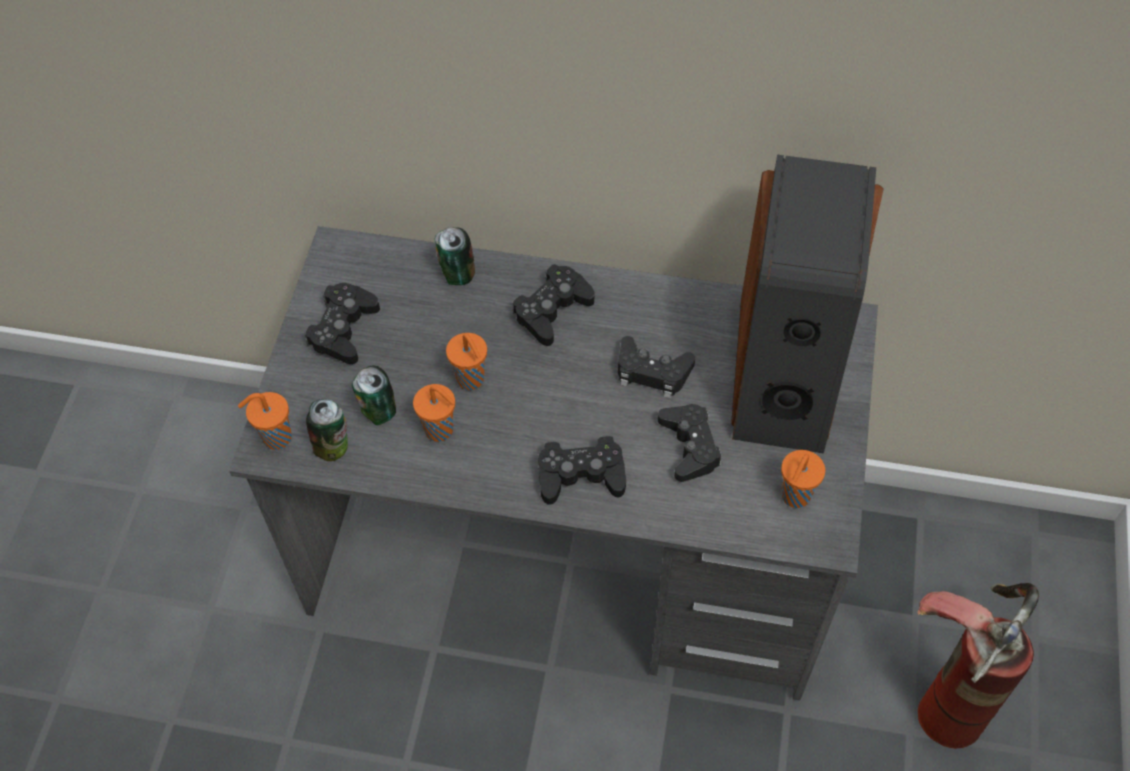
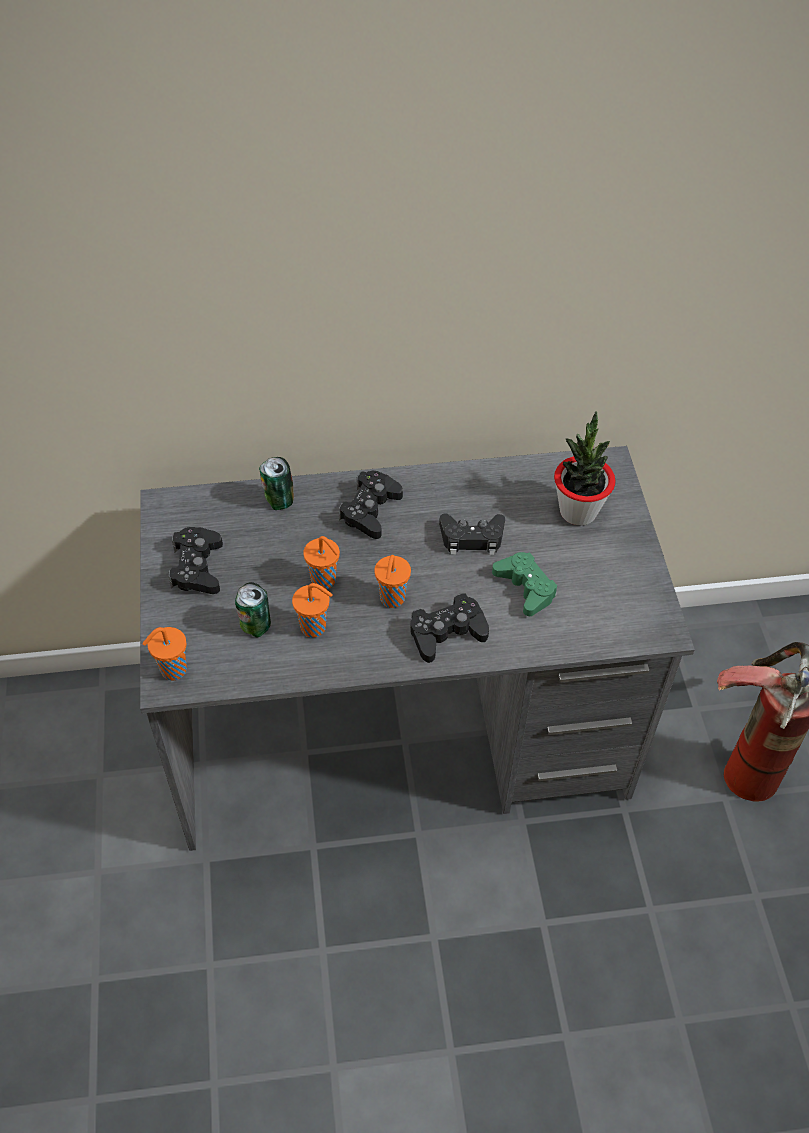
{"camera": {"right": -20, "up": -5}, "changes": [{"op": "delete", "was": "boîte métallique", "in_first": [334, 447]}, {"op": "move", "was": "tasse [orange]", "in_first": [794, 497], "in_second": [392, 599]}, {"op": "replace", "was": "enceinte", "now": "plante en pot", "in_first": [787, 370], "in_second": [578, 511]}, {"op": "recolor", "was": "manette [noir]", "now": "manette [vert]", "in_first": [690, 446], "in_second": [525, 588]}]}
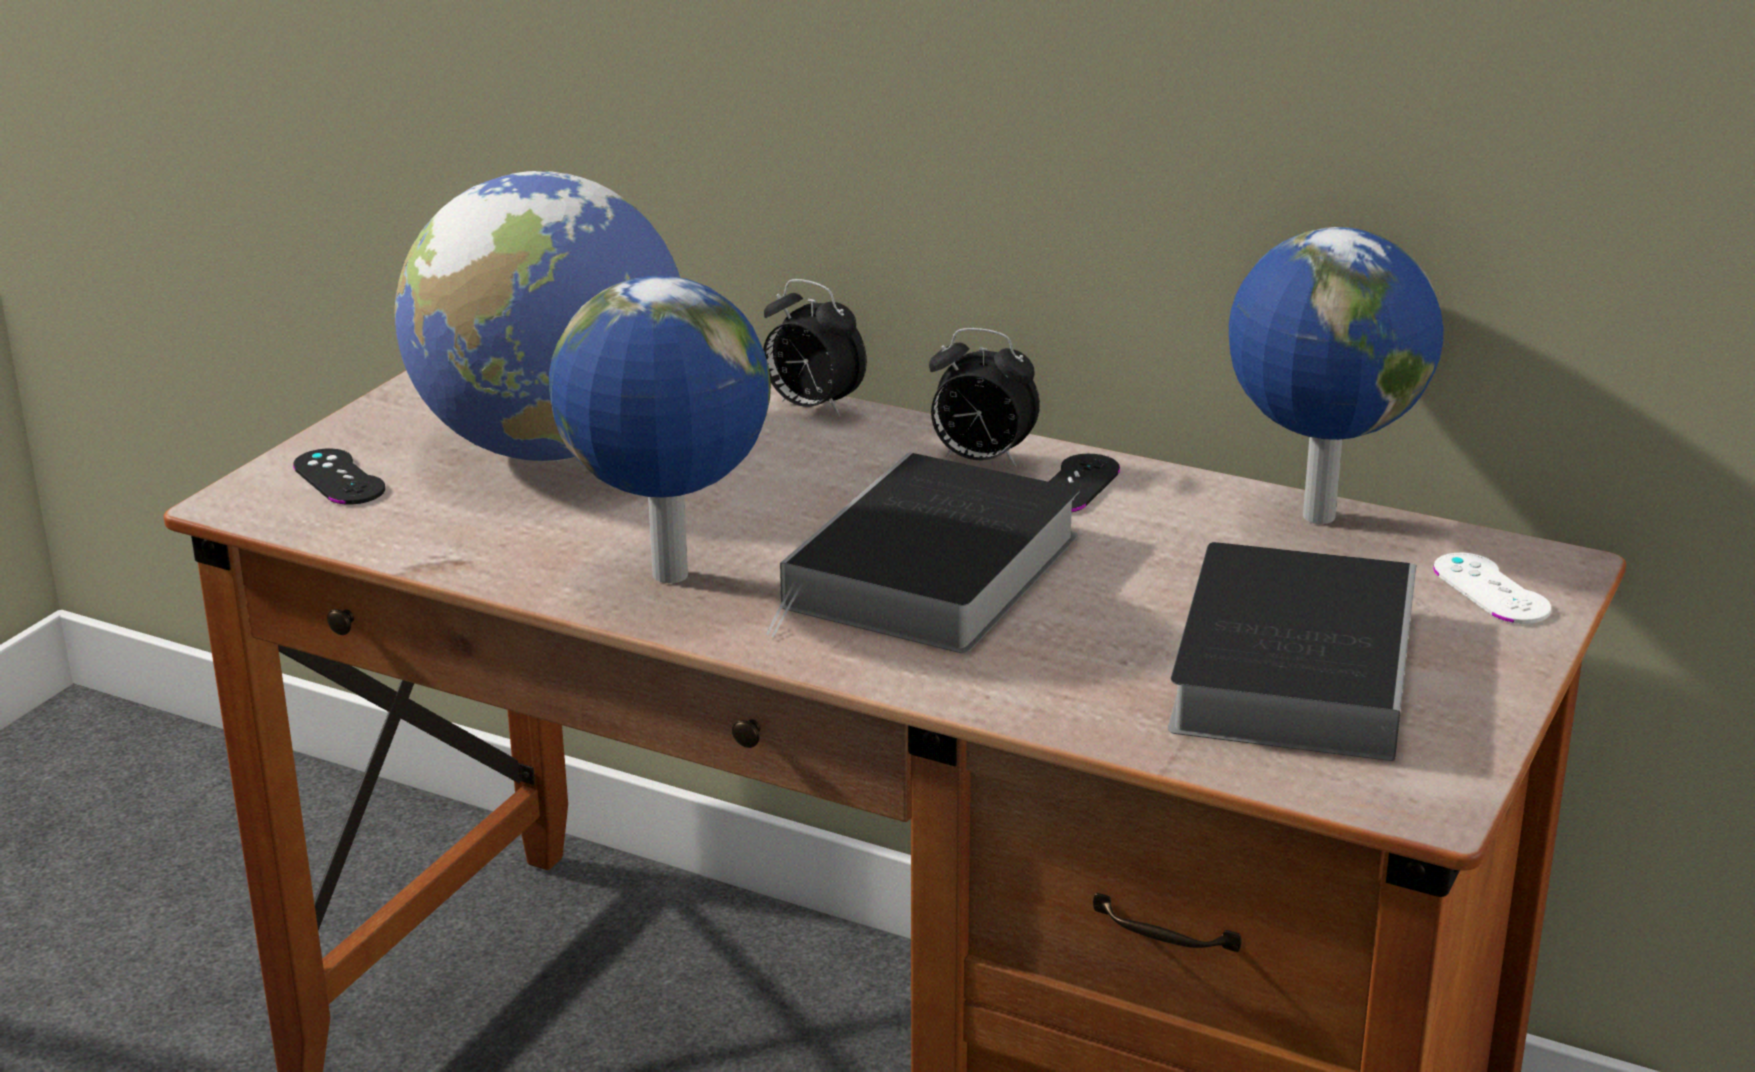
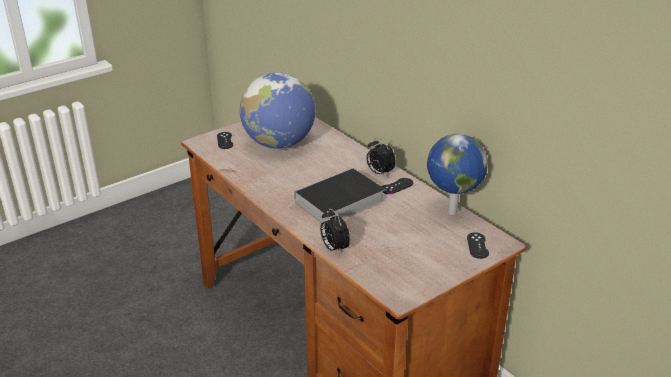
{"camera": {"right": 25, "up": 5}, "changes": [{"op": "delete", "was": "globe", "in_first": [669, 577]}, {"op": "delete", "was": "livre", "in_first": [1293, 663]}, {"op": "move", "was": "réveil", "in_first": [812, 407], "in_second": [334, 248]}, {"op": "recolor", "was": "manette [blanc]", "now": "manette [noir]", "in_first": [1491, 589], "in_second": [477, 245]}]}
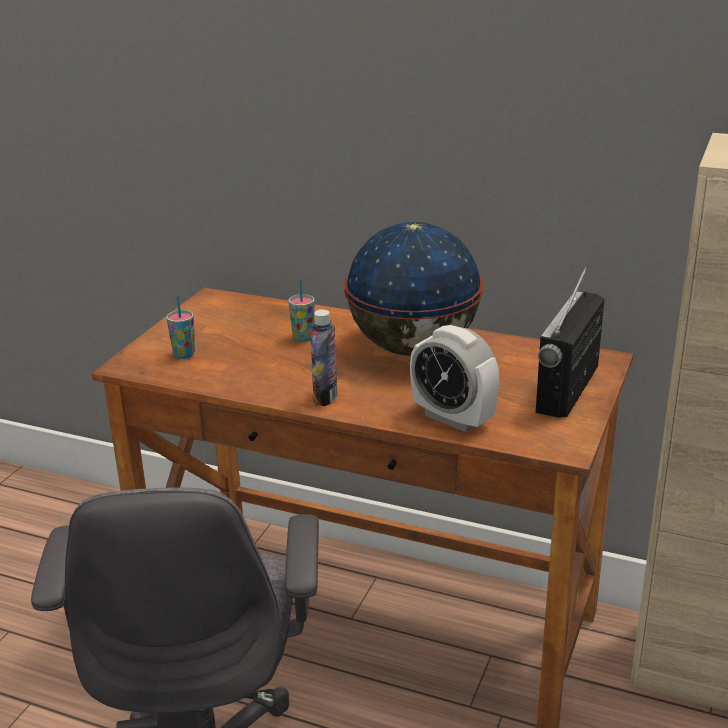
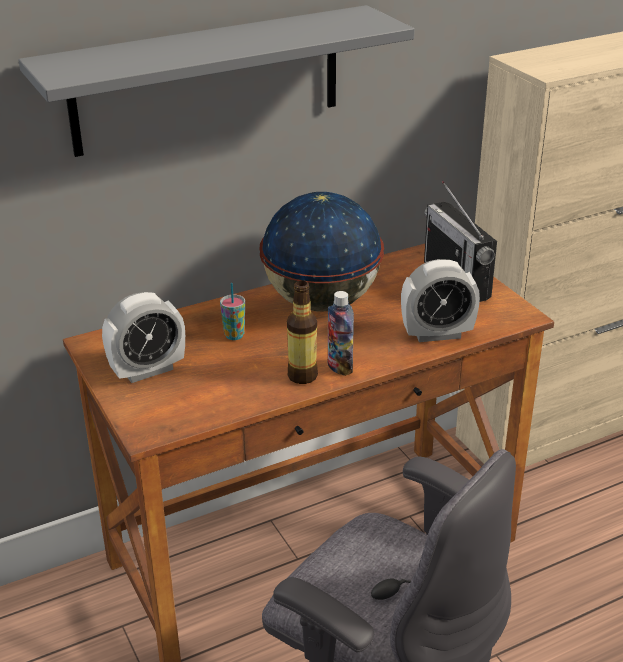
{"camera": {"right": -50, "up": 5}, "changes": [{"op": "delete", "was": "tasse", "in_first": [184, 355]}, {"op": "insert", "now": "étagère [gris]", "in_second": [207, 80]}, {"op": "insert", "now": "réveil", "in_second": [148, 370]}, {"op": "insert", "now": "bouteille", "in_second": [302, 376]}]}
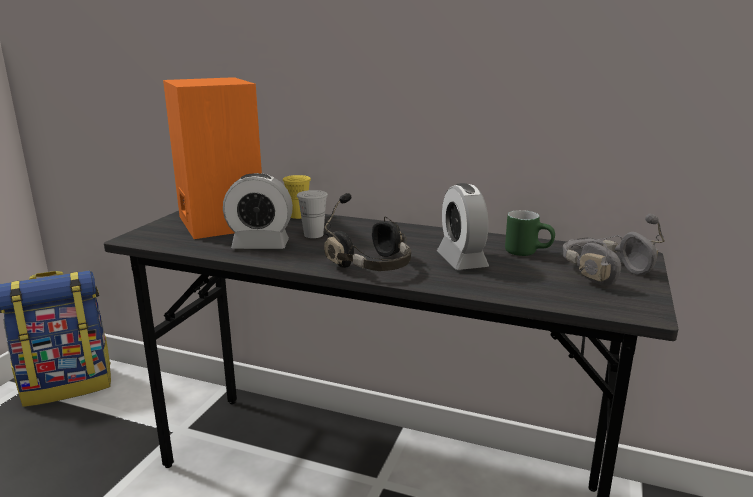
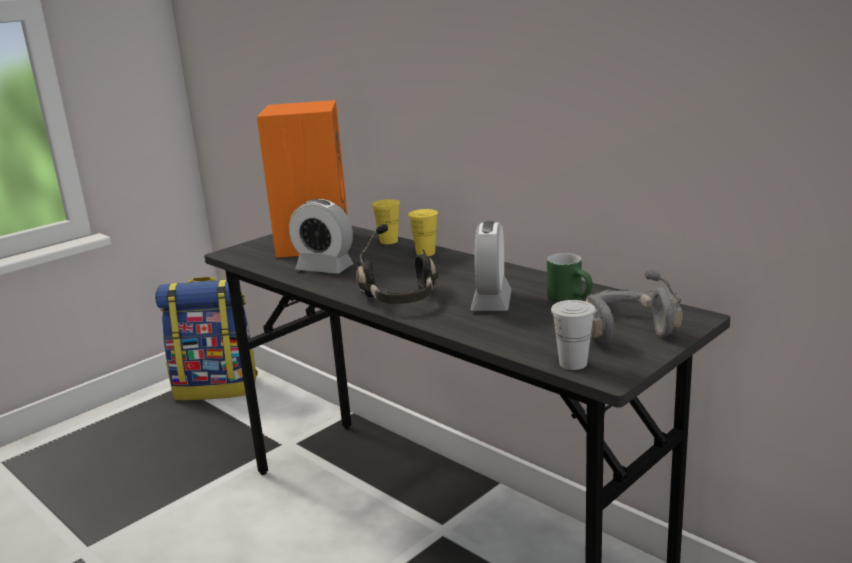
{"camera": {"right": 25, "up": 0}, "changes": [{"op": "insert", "now": "tasse [jaune]", "in_second": [425, 253]}, {"op": "move", "was": "tasse [blanc]", "in_first": [313, 235], "in_second": [573, 363]}]}
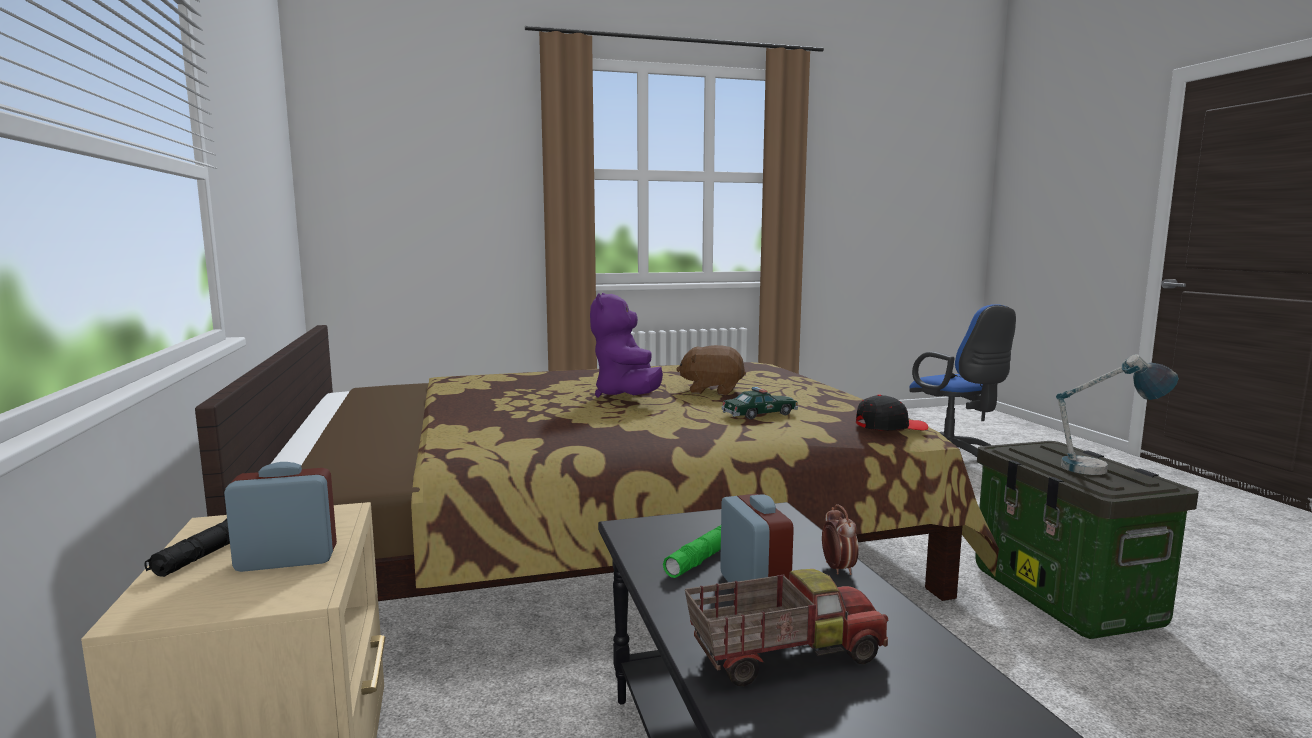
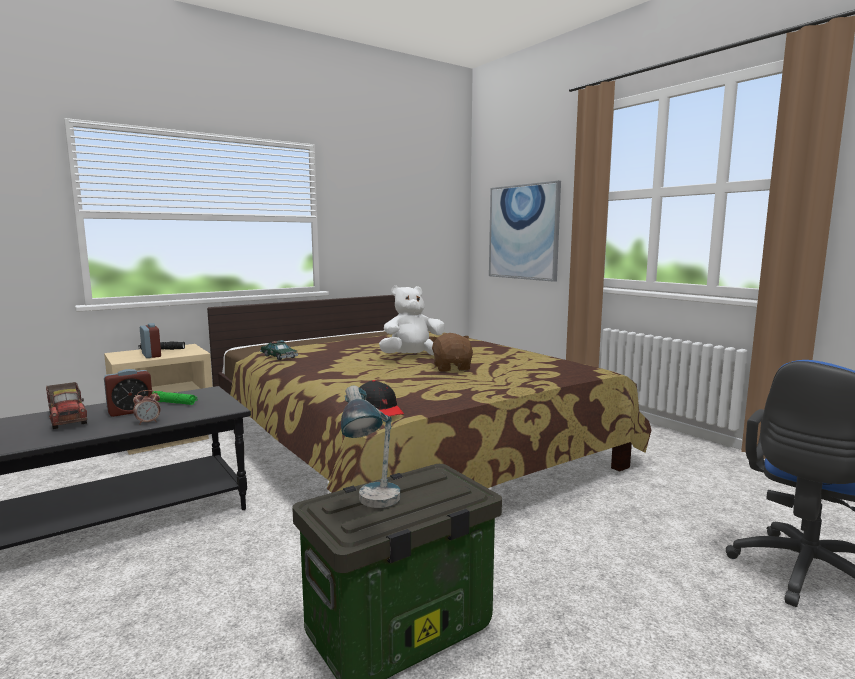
{"camera": {"right": 70, "up": 0}, "changes": [{"op": "insert", "now": "tableau", "in_second": [523, 232]}, {"op": "move", "was": "petite voiture", "in_first": [759, 414], "in_second": [279, 357]}, {"op": "recolor", "was": "peluche [violet]", "now": "peluche [blanc]", "in_first": [628, 396], "in_second": [412, 357]}]}
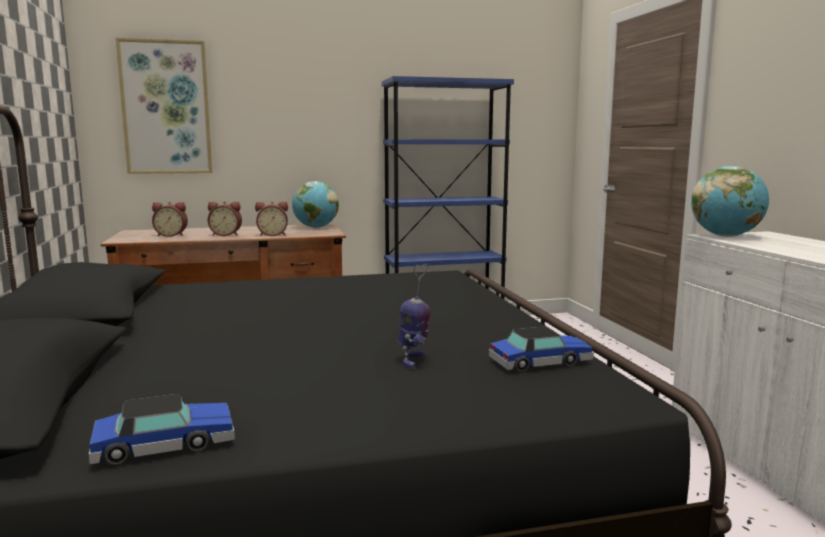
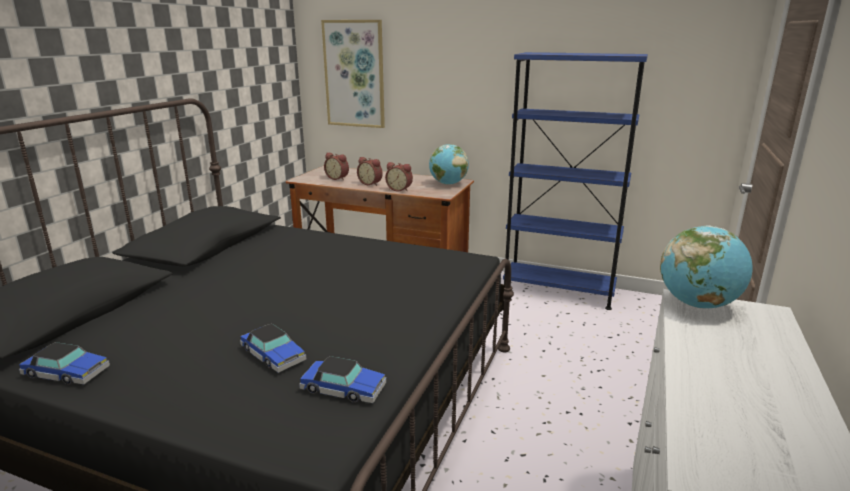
{"camera": {"right": 35, "up": 10}, "changes": [{"op": "replace", "was": "robot jouet", "now": "petite voiture", "in_first": [413, 361], "in_second": [273, 355]}]}
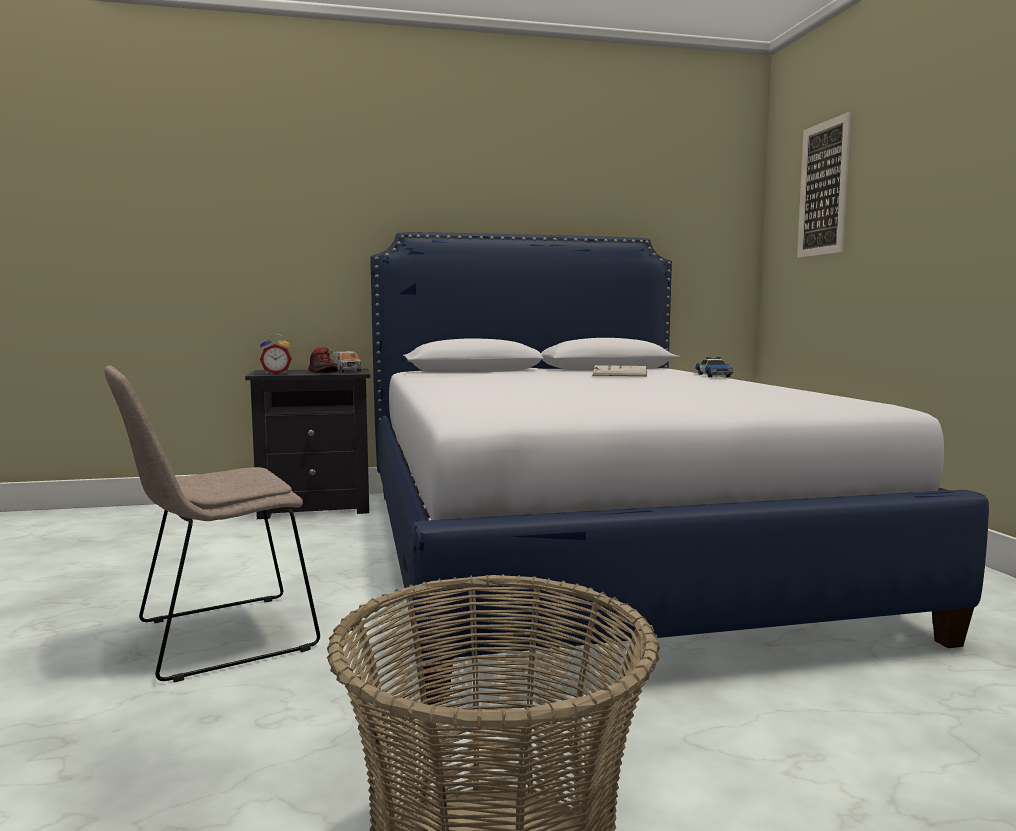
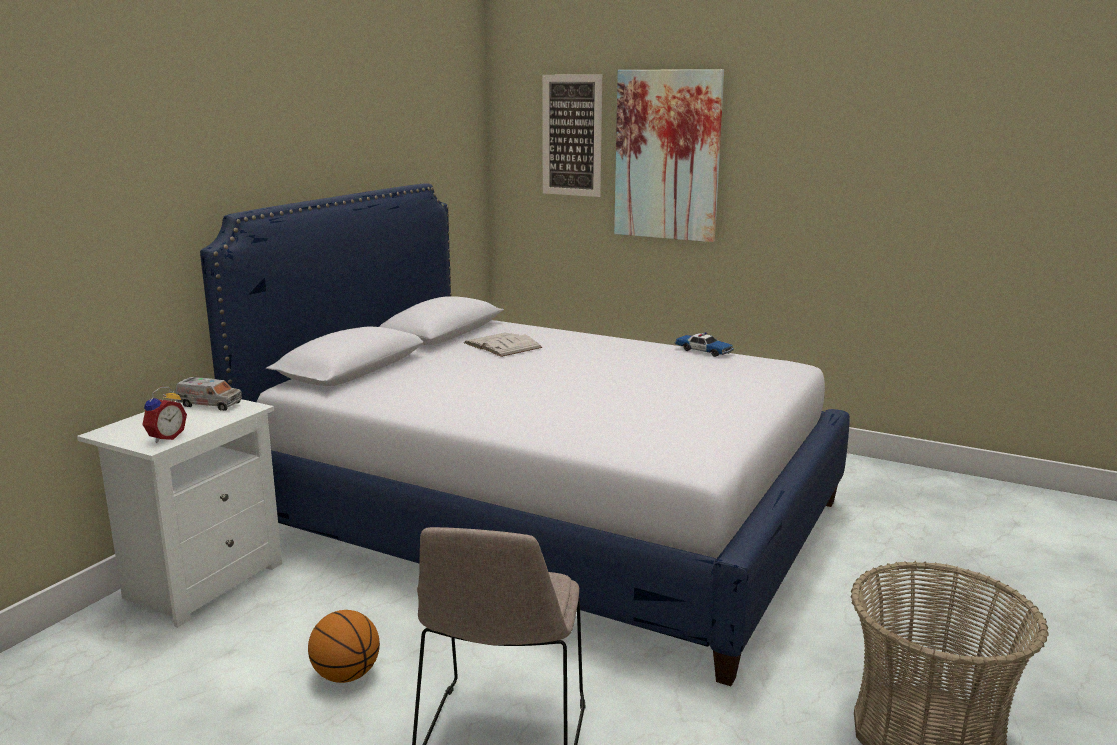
{"camera": {"right": -50, "up": 10}, "changes": [{"op": "delete", "was": "chaussure", "in_first": [323, 372]}, {"op": "insert", "now": "ballon de basket", "in_second": [346, 676]}, {"op": "insert", "now": "tableau", "in_second": [667, 155]}, {"op": "move", "was": "petite voiture", "in_first": [713, 375], "in_second": [703, 351]}, {"op": "recolor", "was": "table de chevet [noir]", "now": "table de chevet [blanc]", "in_first": [316, 507], "in_second": [201, 581]}]}
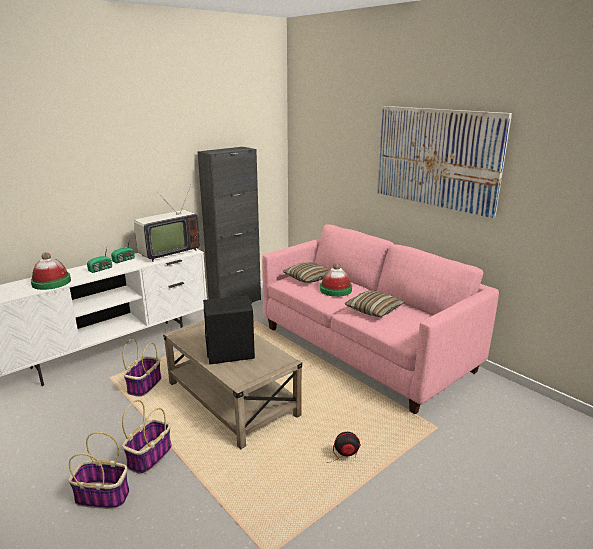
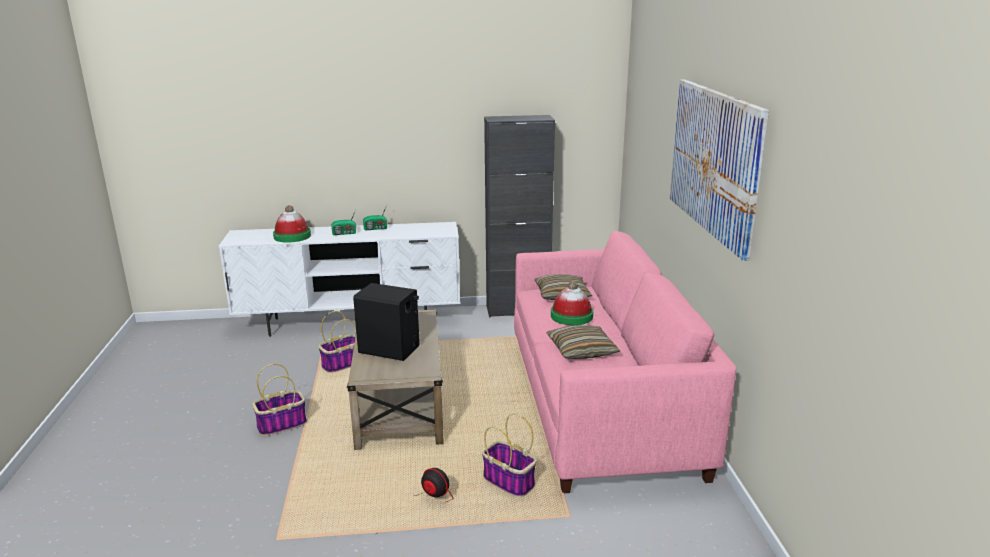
{"camera": {"right": 35, "up": 0}, "changes": [{"op": "delete", "was": "téléviseur", "in_first": [167, 252]}, {"op": "move", "was": "panier", "in_first": [104, 496], "in_second": [510, 482]}]}
